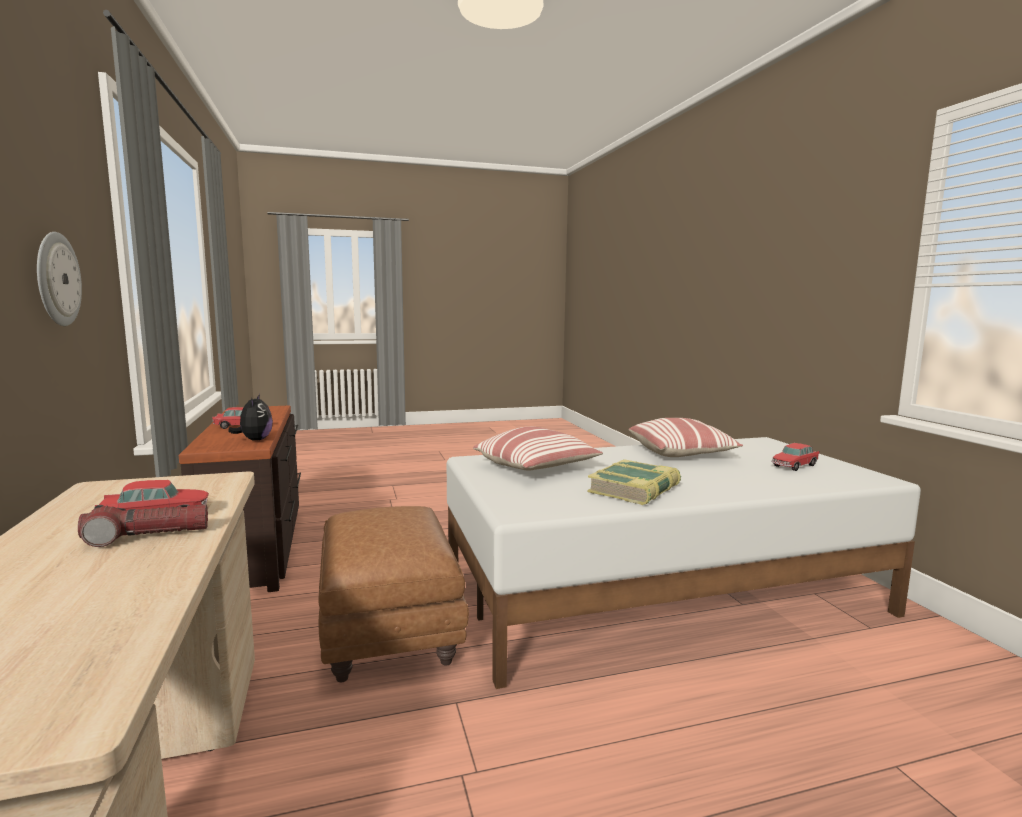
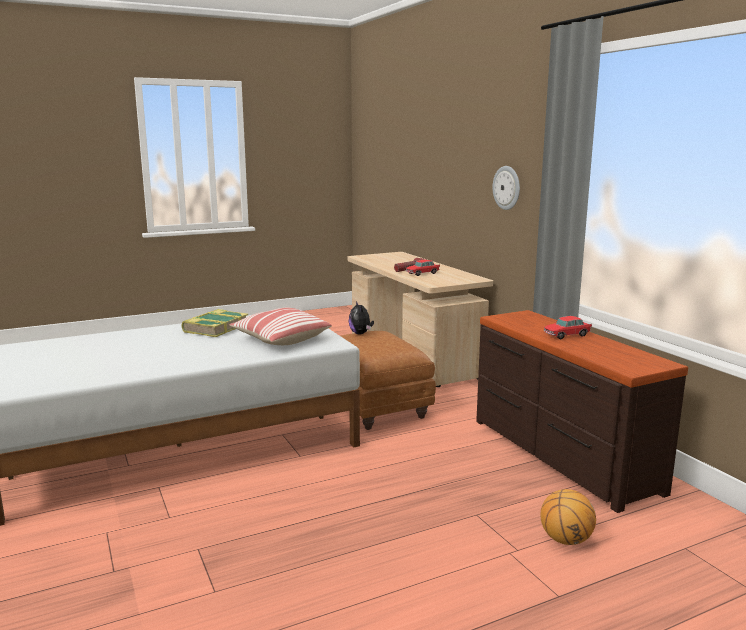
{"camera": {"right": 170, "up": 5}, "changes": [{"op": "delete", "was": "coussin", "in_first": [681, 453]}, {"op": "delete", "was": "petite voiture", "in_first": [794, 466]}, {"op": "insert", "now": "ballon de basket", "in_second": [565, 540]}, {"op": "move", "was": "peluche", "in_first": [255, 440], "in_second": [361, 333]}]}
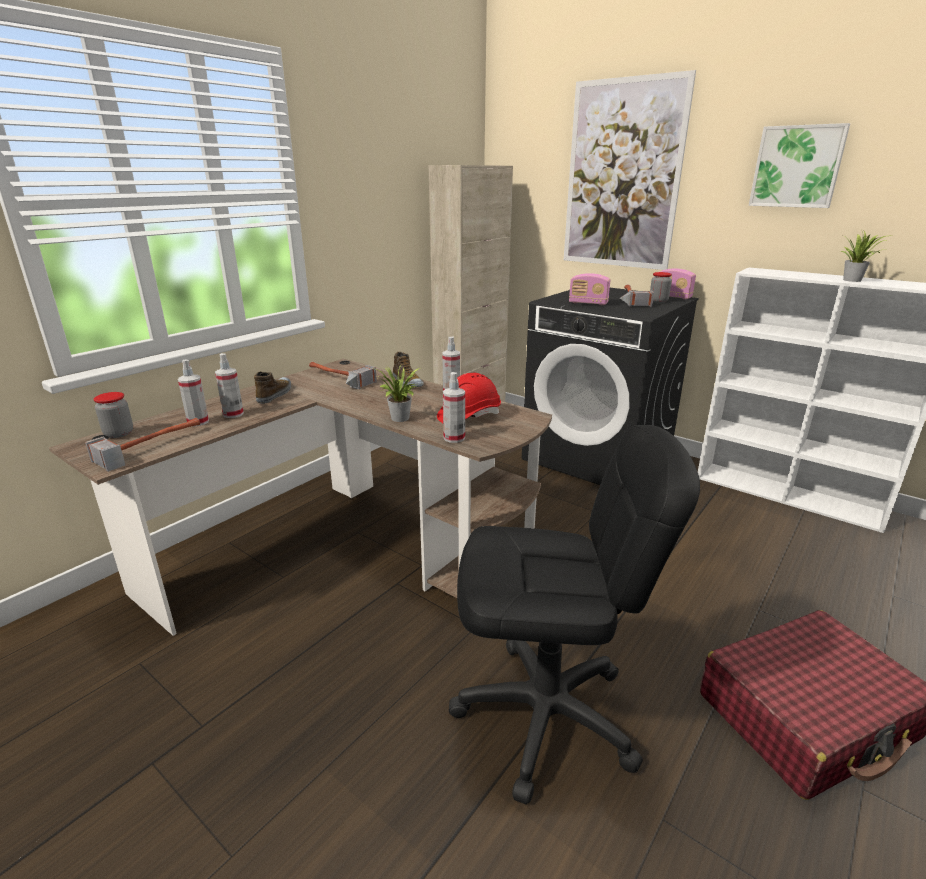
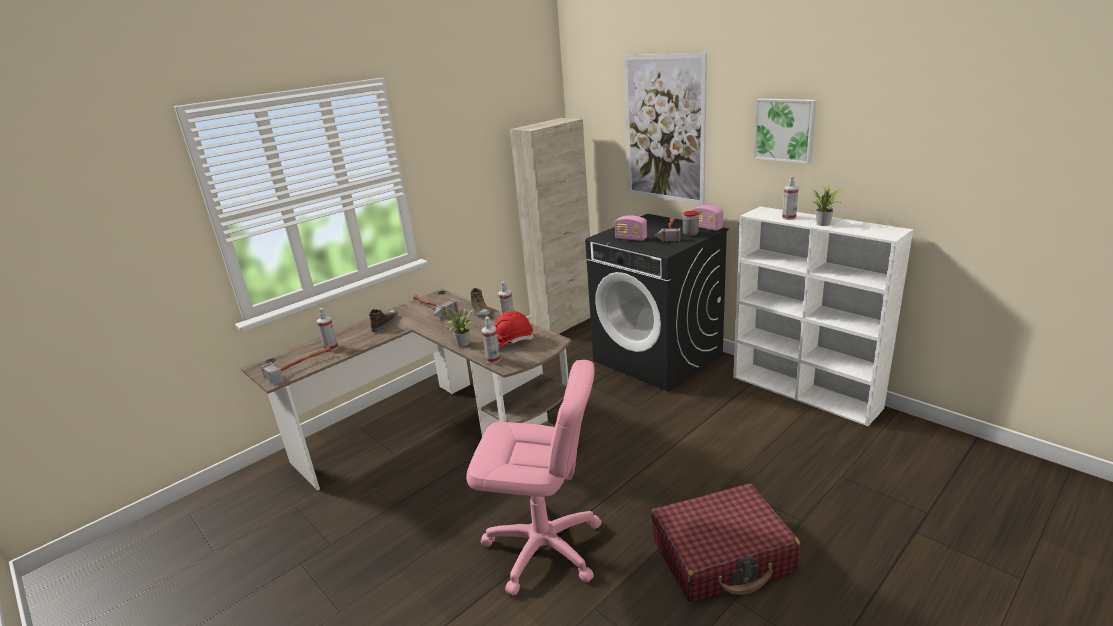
{"camera": {"right": 10, "up": 0}, "changes": [{"op": "delete", "was": "bocal", "in_first": [119, 433]}, {"op": "move", "was": "vaporisateur", "in_first": [233, 414], "in_second": [789, 218]}, {"op": "recolor", "was": "chaise de bureau [noir]", "now": "chaise de bureau [rose]", "in_first": [546, 716], "in_second": [543, 548]}]}
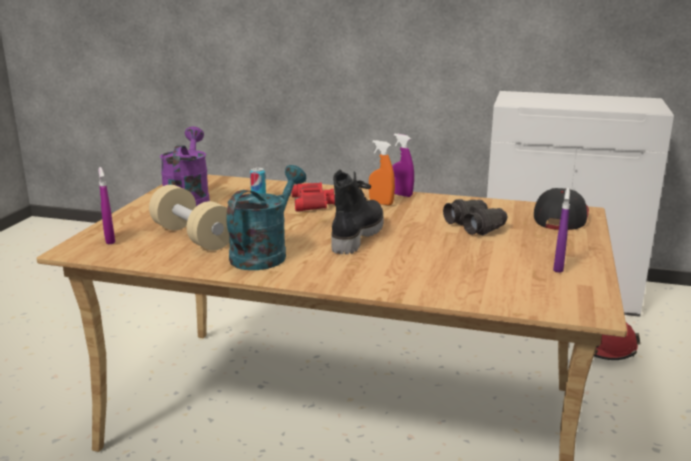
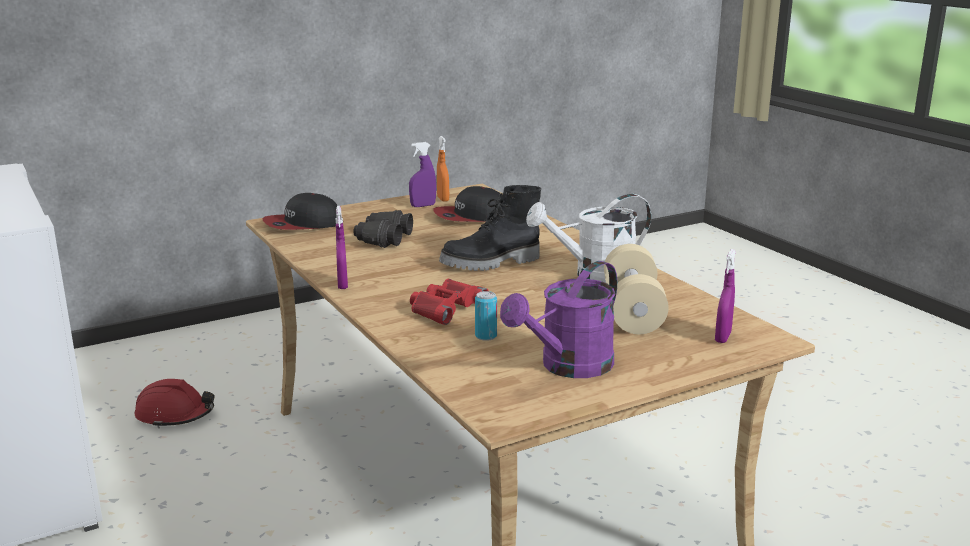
{"camera": {"right": -135, "up": 0}, "changes": [{"op": "insert", "now": "casquette", "in_second": [471, 217]}, {"op": "move", "was": "vaporisateur [orange]", "in_first": [381, 203], "in_second": [443, 199]}, {"op": "recolor", "was": "arrosoir [turquoise]", "now": "arrosoir [blanc]", "in_first": [264, 253], "in_second": [594, 275]}]}
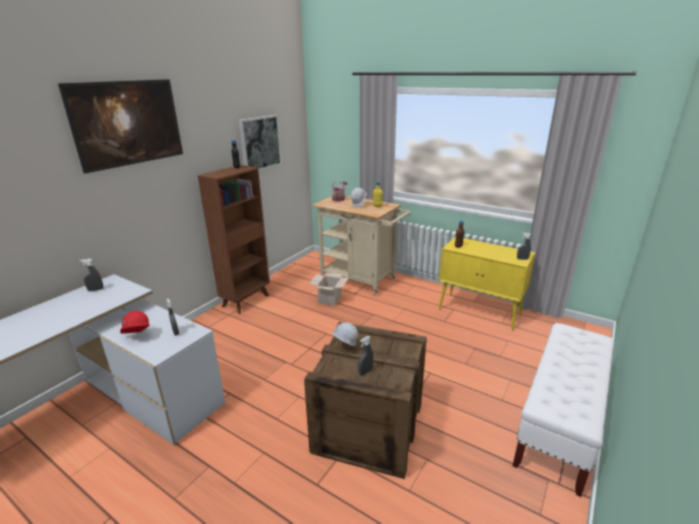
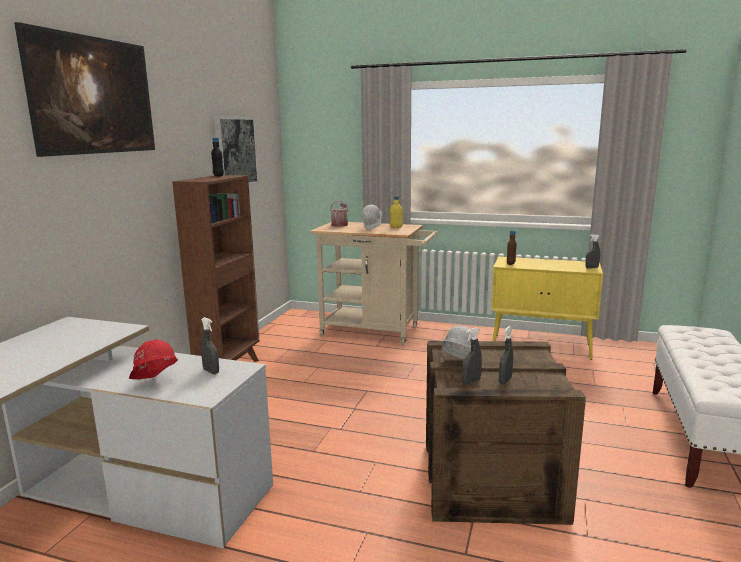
{"camera": {"right": -15, "up": -10}, "changes": [{"op": "delete", "was": "carton", "in_first": [329, 299]}, {"op": "move", "was": "vaporisateur [gris]", "in_first": [95, 290], "in_second": [471, 382]}]}
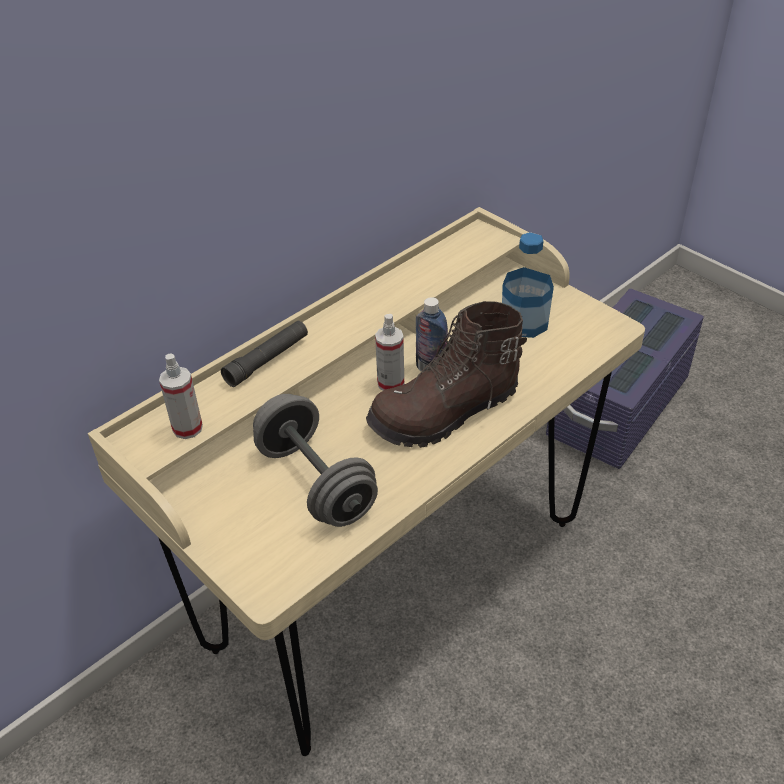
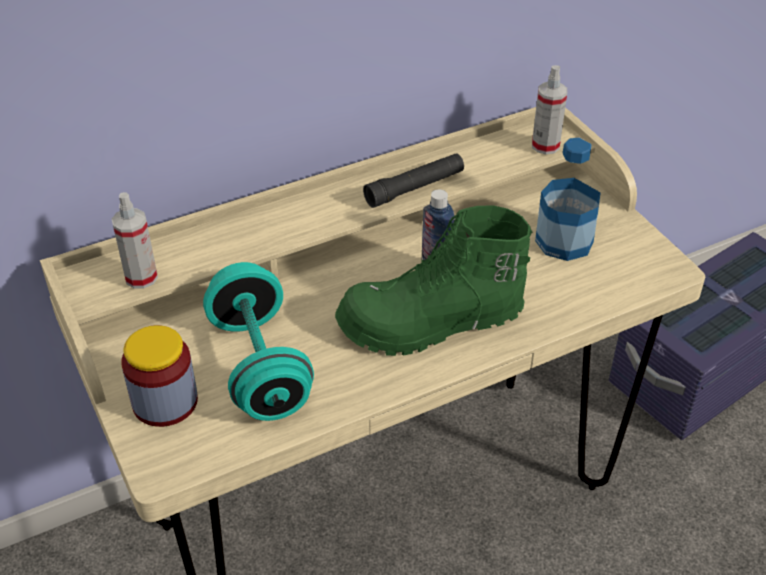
{"camera": {"right": 15, "up": 0}, "changes": [{"op": "insert", "now": "bocal", "in_second": [165, 402]}, {"op": "move", "was": "lampe de poche [noir]", "in_first": [267, 360], "in_second": [415, 188]}, {"op": "move", "was": "vaporisateur", "in_first": [390, 383], "in_second": [545, 146]}, {"op": "recolor", "was": "haltère [gris]", "now": "haltère [turquoise]", "in_first": [316, 482], "in_second": [260, 366]}, {"op": "recolor", "was": "botte [marron]", "now": "botte [vert]", "in_first": [445, 413], "in_second": [431, 324]}]}
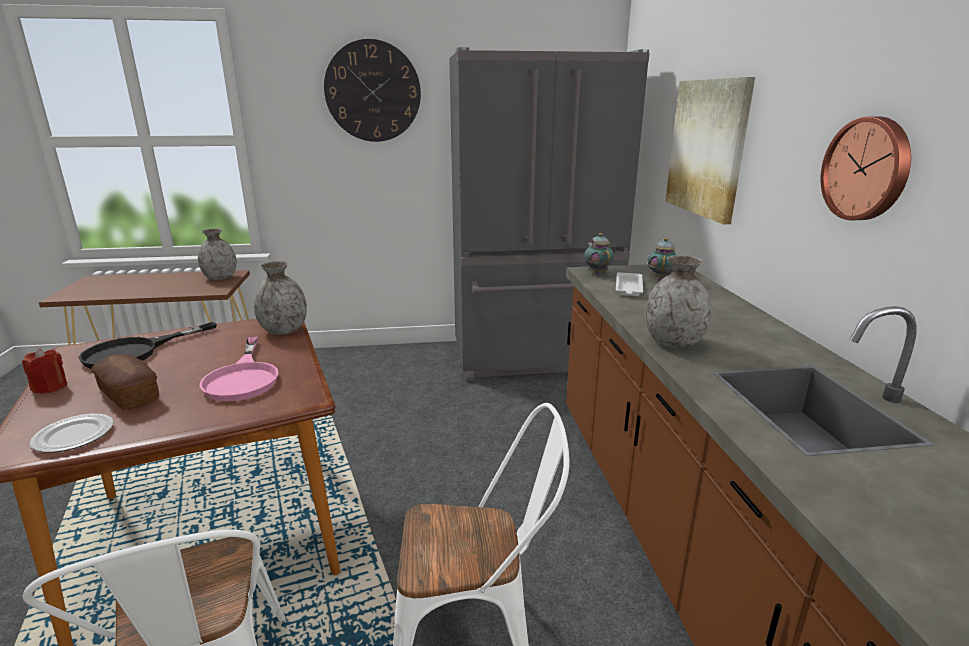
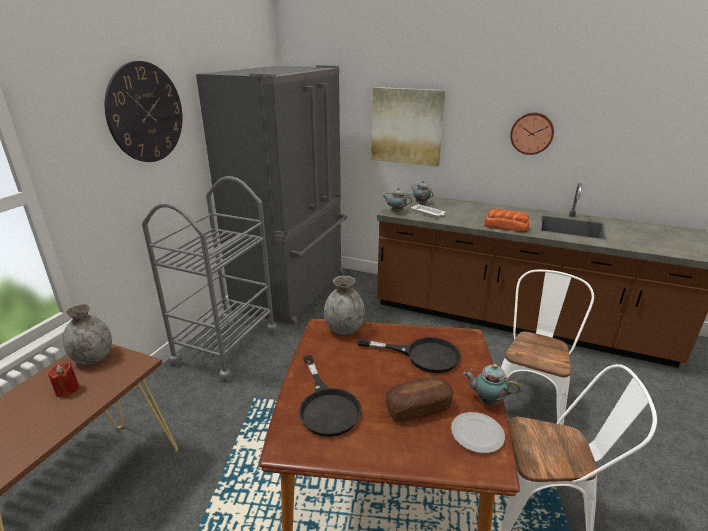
{"camera": {"right": -60, "up": 5}, "changes": [{"op": "insert", "now": "chariot [gris]", "in_second": [226, 347]}, {"op": "insert", "now": "théière", "in_second": [487, 400]}, {"op": "move", "was": "bougie [rouge]", "in_first": [50, 387], "in_second": [67, 390]}, {"op": "replace", "was": "vase [gris]", "now": "pain", "in_first": [674, 342], "in_second": [505, 226]}, {"op": "recolor", "was": "poêle [rose]", "now": "poêle [noir]", "in_first": [243, 378], "in_second": [422, 355]}]}
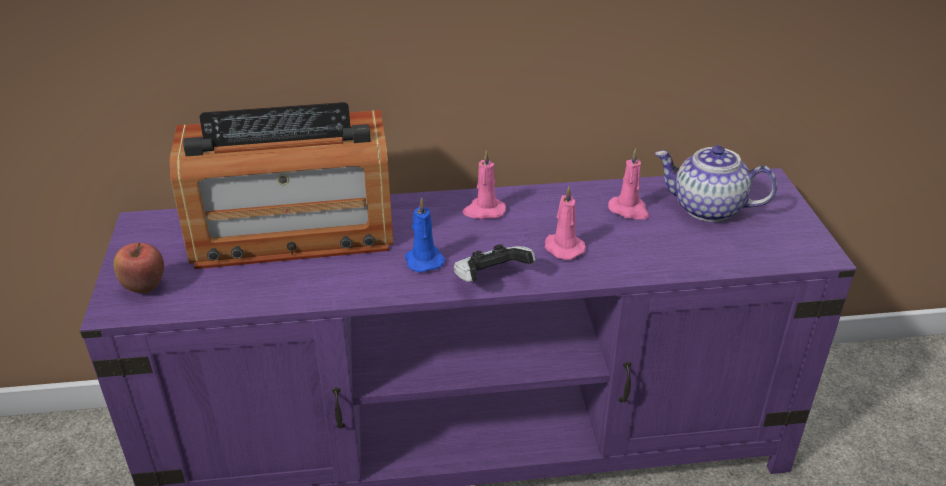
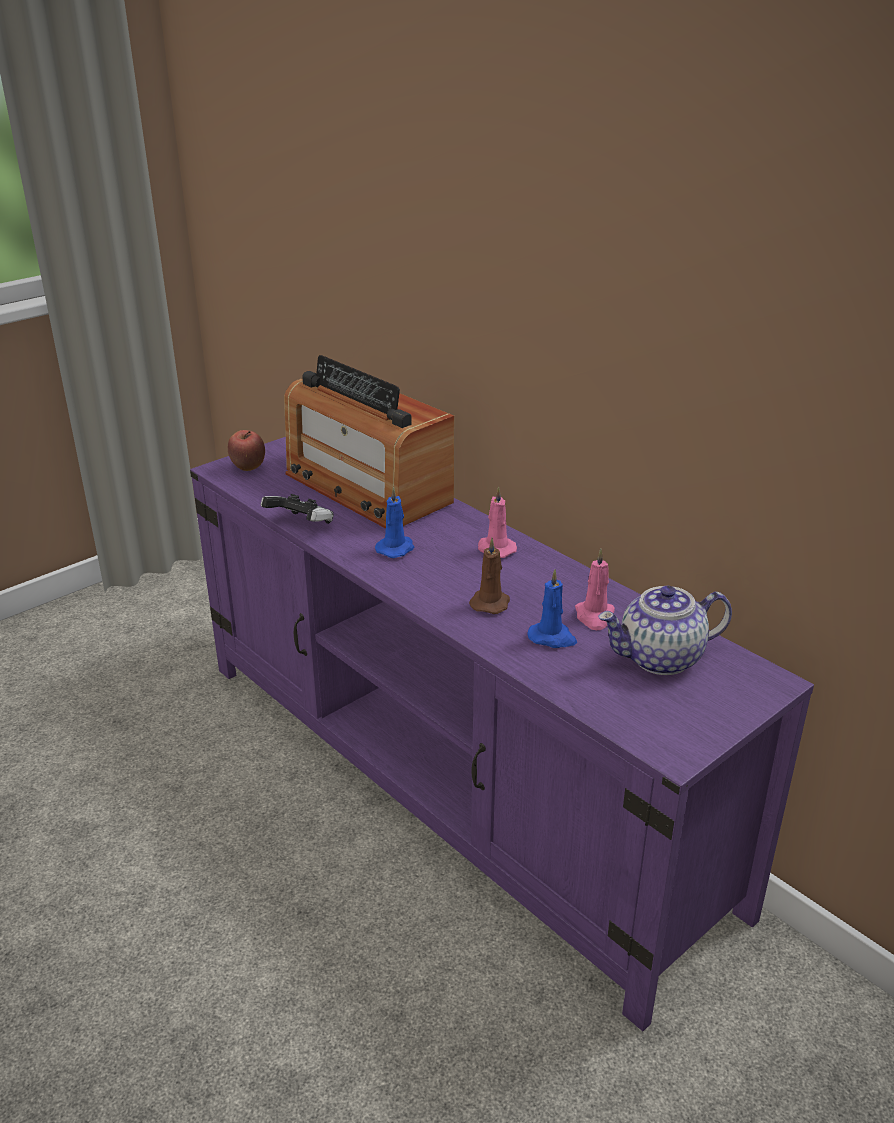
{"camera": {"right": 55, "up": -5}, "changes": [{"op": "insert", "now": "bougie [bleu]", "in_second": [552, 638]}, {"op": "move", "was": "manette", "in_first": [490, 279], "in_second": [301, 525]}, {"op": "recolor", "was": "bougie [rose]", "now": "bougie [marron]", "in_first": [562, 248], "in_second": [490, 602]}, {"op": "rotate", "was": "théière", "in_first": [707, 208], "in_second": [660, 658], "clockwise": -90}]}
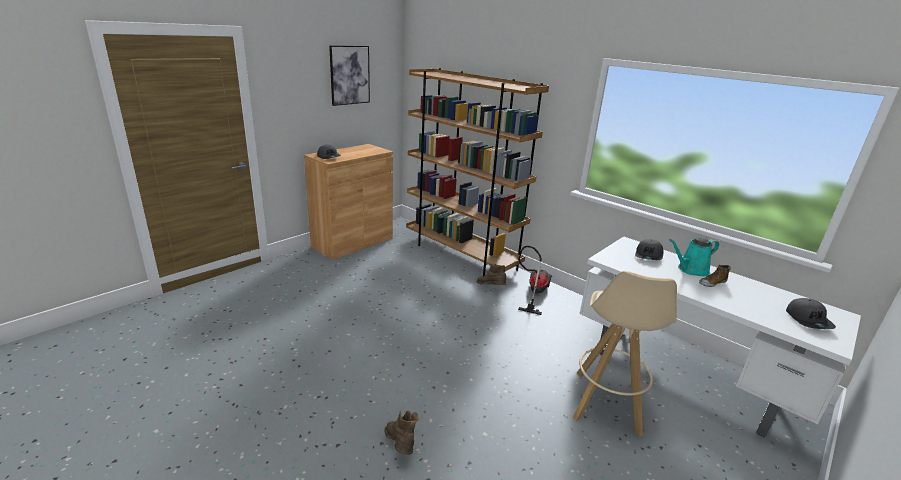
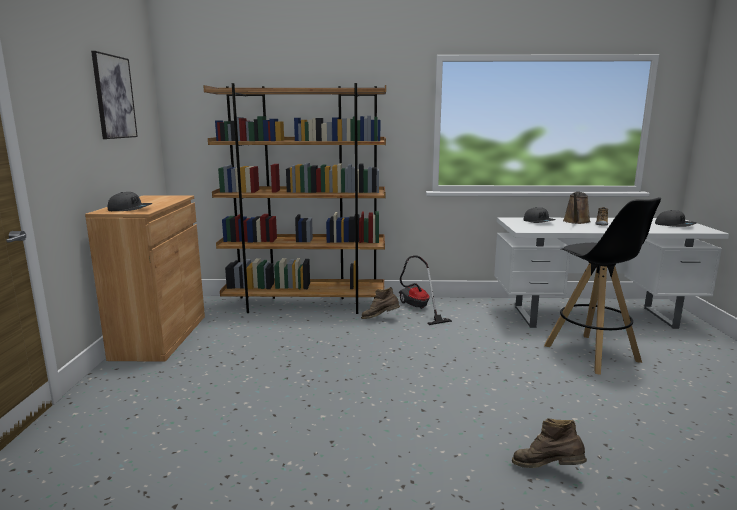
{"camera": {"right": -40, "up": -10}, "changes": [{"op": "recolor", "was": "tabouret [beige]", "now": "tabouret [noir]", "in_first": [606, 403], "in_second": [592, 354]}, {"op": "recolor", "was": "arrosoir [turquoise]", "now": "arrosoir [marron]", "in_first": [690, 270], "in_second": [576, 222]}]}
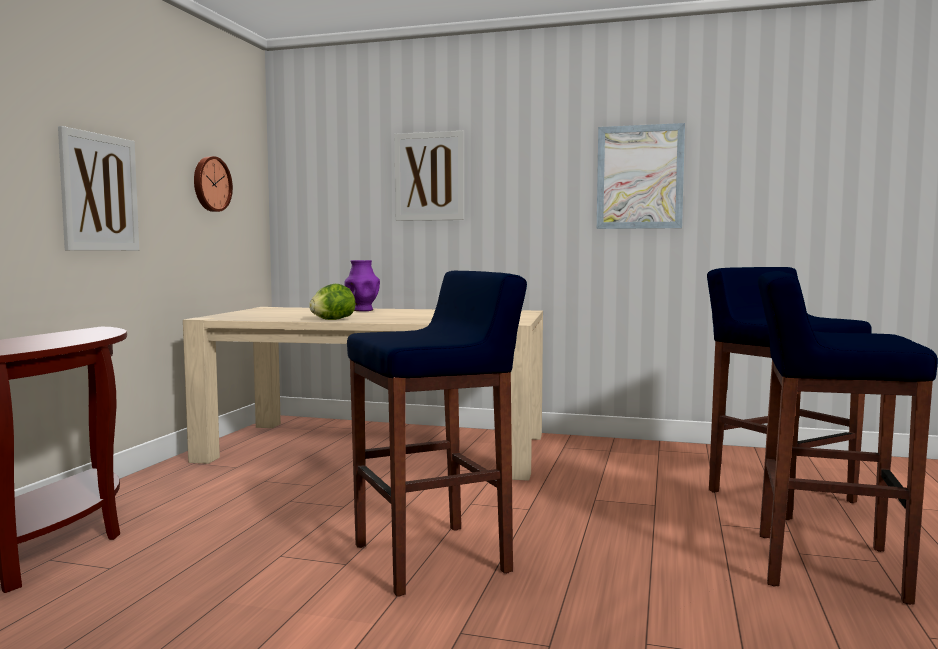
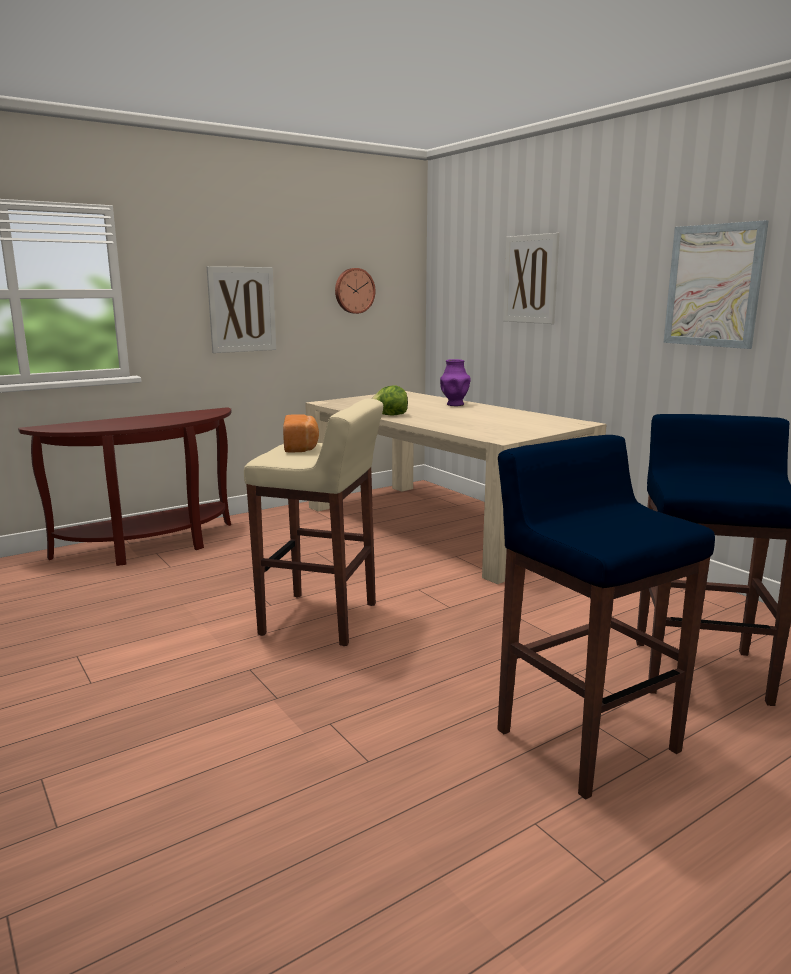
{"camera": {"right": 40, "up": 10}, "changes": [{"op": "insert", "now": "pain", "in_second": [302, 447]}, {"op": "recolor", "was": "tabouret [bleu]", "now": "tabouret [beige]", "in_first": [433, 558], "in_second": [321, 619]}]}
